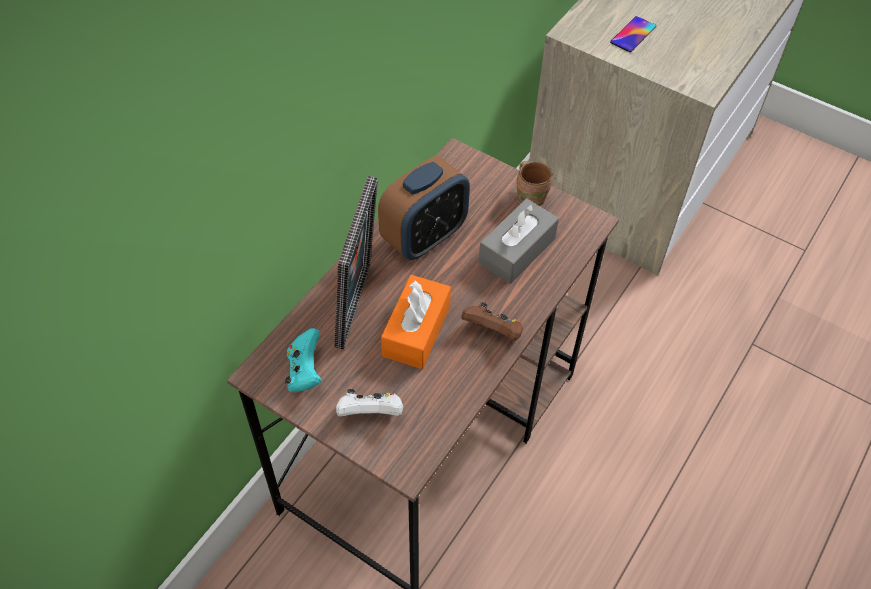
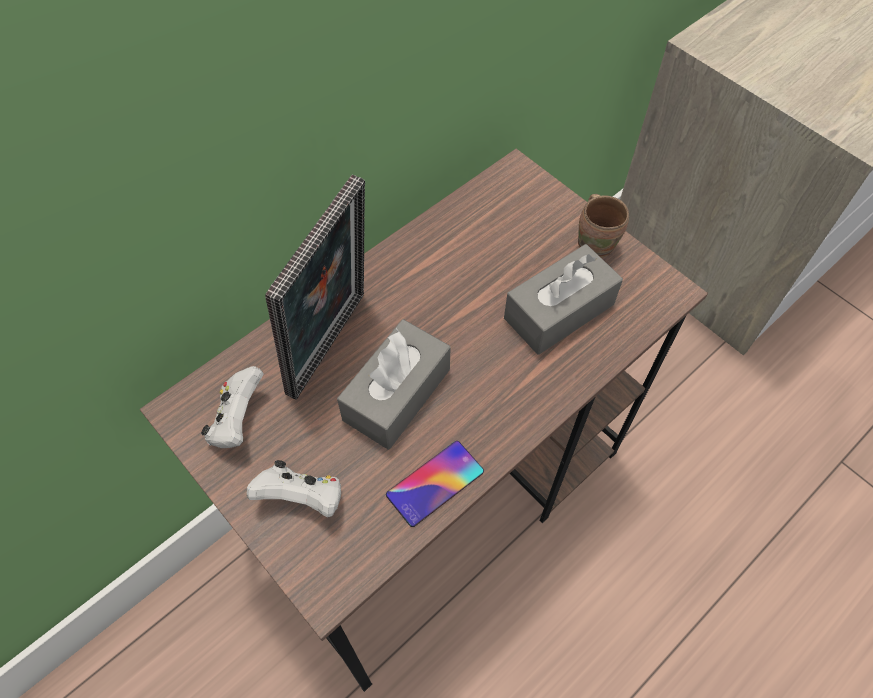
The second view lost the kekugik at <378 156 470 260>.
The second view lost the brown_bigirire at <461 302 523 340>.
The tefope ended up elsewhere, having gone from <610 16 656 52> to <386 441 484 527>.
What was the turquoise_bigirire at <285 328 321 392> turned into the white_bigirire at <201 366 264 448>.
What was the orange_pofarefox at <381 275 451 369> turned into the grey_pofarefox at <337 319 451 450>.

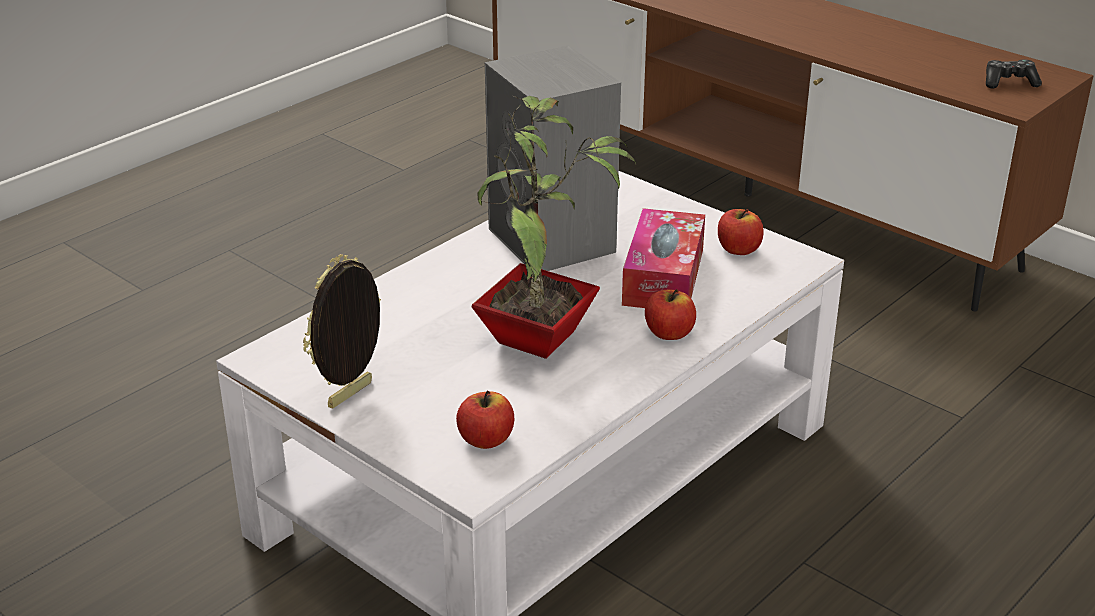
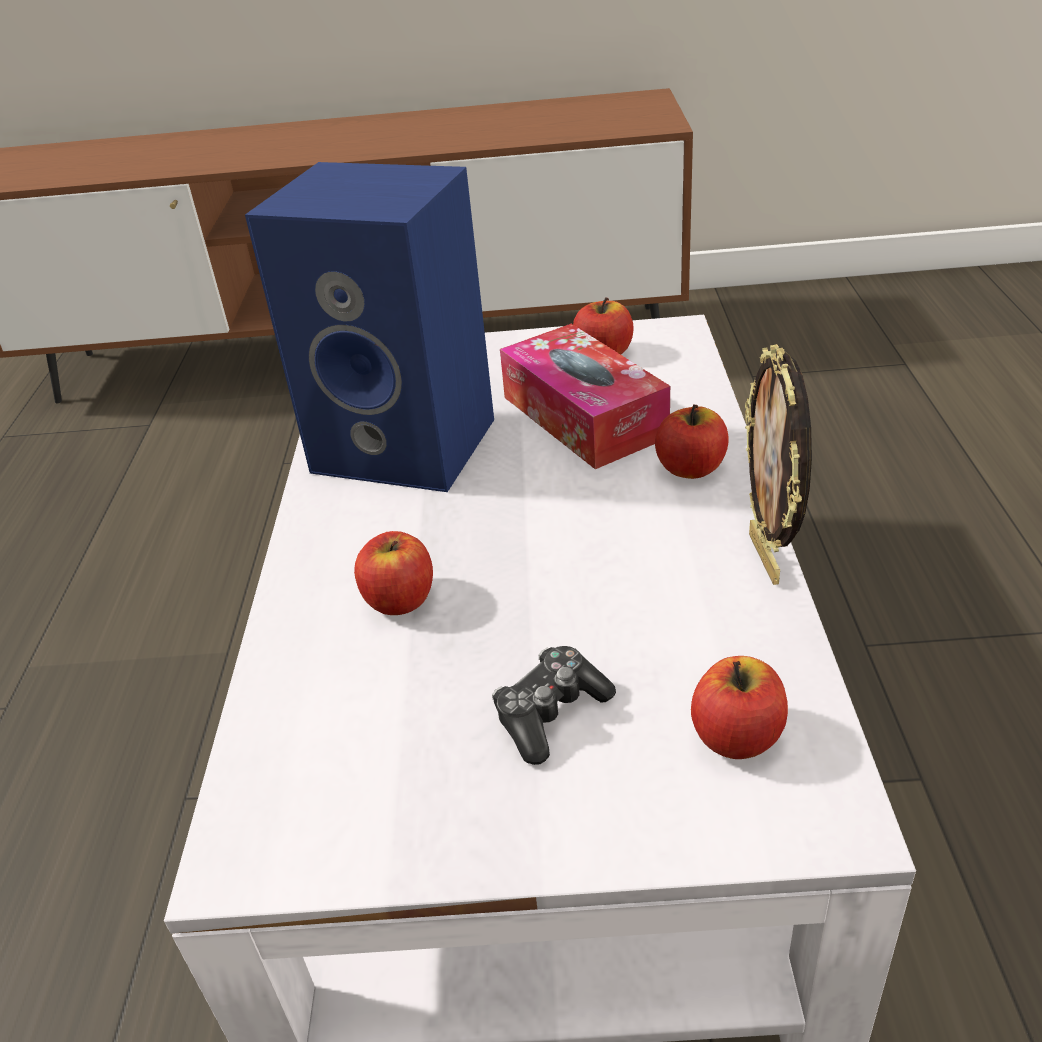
The second view lost the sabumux at <472 95 637 359>.
The second view gained the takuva at <354 531 433 615>.
The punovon ended up elsewhere, having gone from <303 254 381 409> to <745 344 812 585>.
The bigirire ended up elsewhere, having gone from <986 59 1042 89> to <492 646 616 765>.
What was the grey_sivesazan at <485 46 621 271> turned into the blue_sivesazan at <245 162 494 492>.

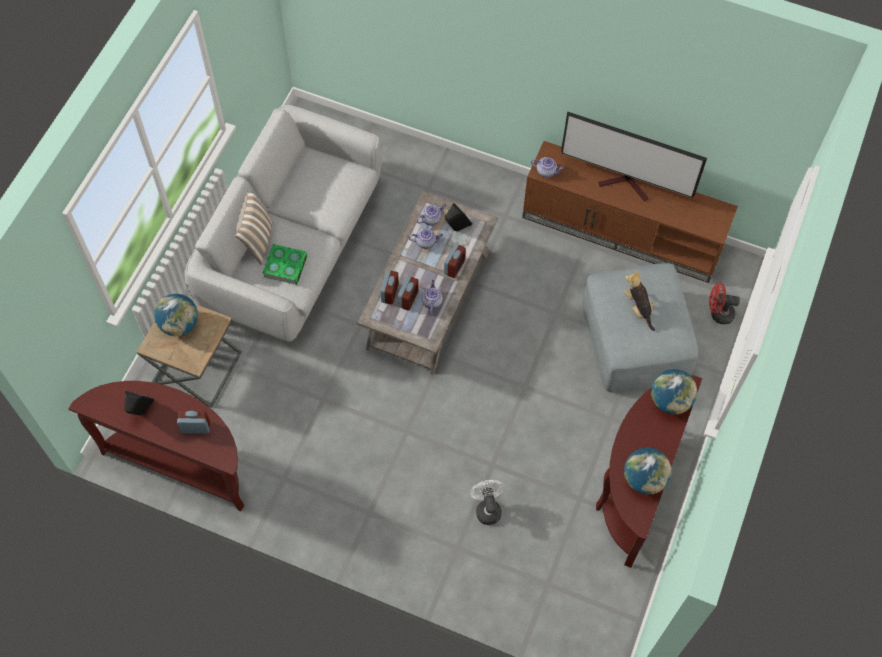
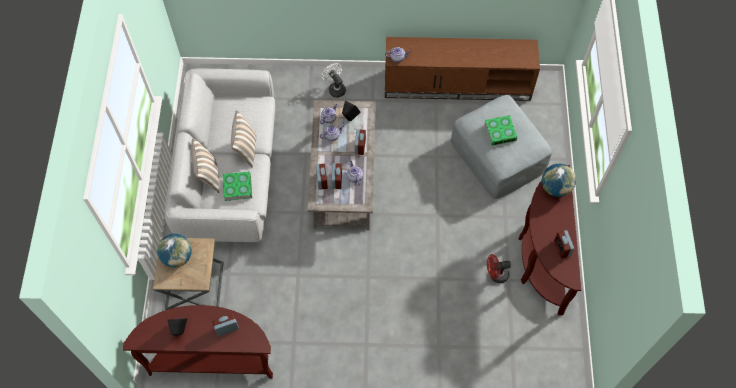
The second view lost the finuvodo at <561 111 707 201>.
The second view gained the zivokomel at <231 110 256 168>.
The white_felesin ended up elsewhere, having gone from <470 480 504 525> to <322 63 346 98>.
The red_felesin ended up elsewhere, having gone from <709 282 740 325> to <487 254 511 283>.
Where the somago stood at <624 448 671 494>, the kekugik came to stand at <554 230 574 259>.
Where the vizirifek stood at <625 270 655 331>, the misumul came to stand at <485 115 517 145>.

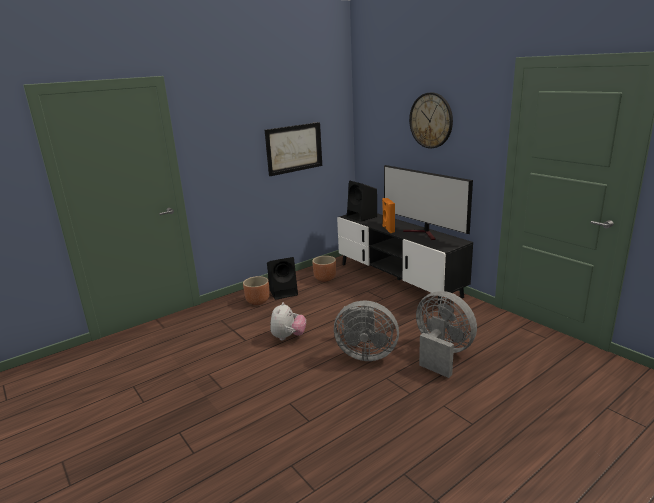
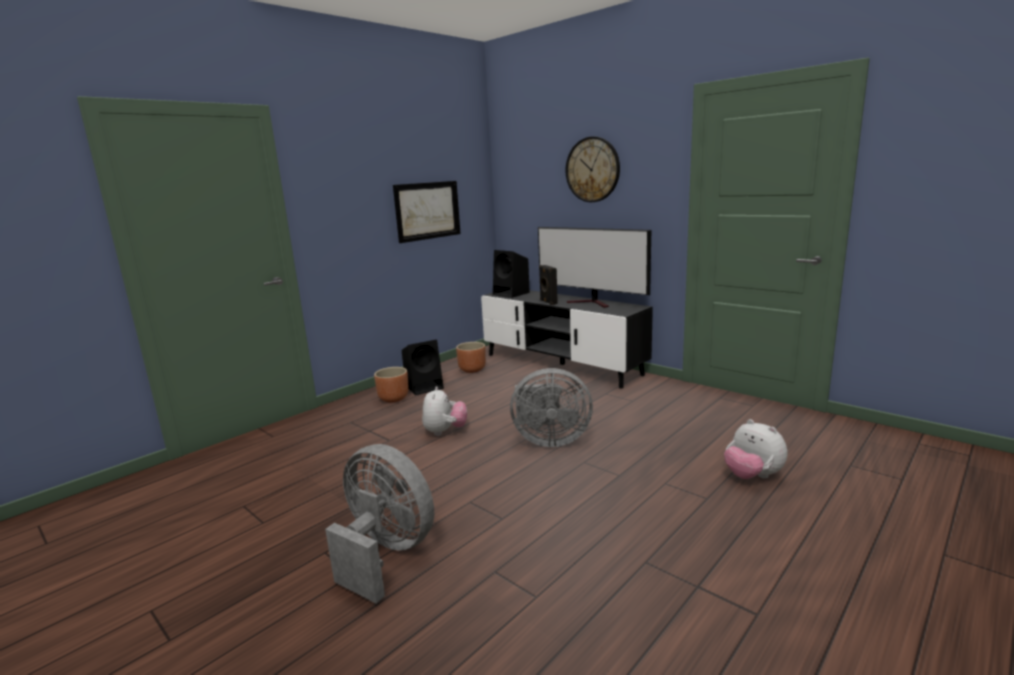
The second view gained the vizirifek at <724 419 787 479>.
The grey_felesin ended up elsewhere, having gone from <416 291 477 378> to <325 444 434 604>.
What was the orange_sivesazan at <382 198 395 233> turned into the black_sivesazan at <539 265 558 305>.

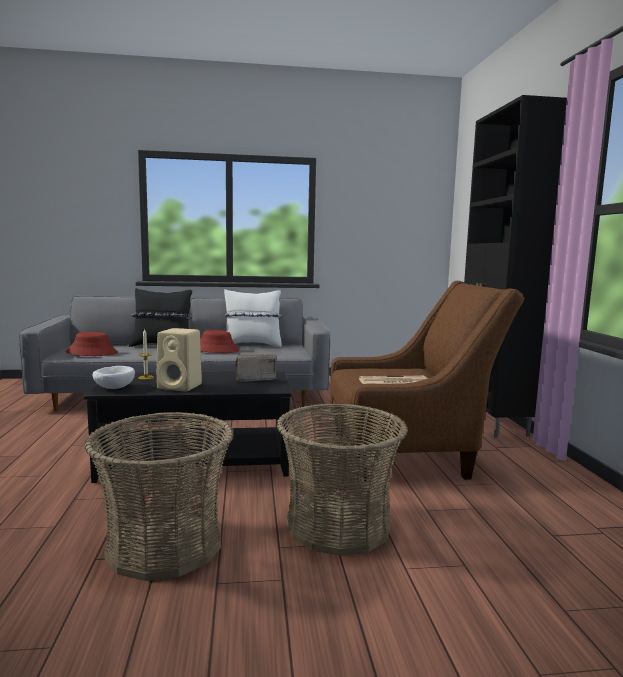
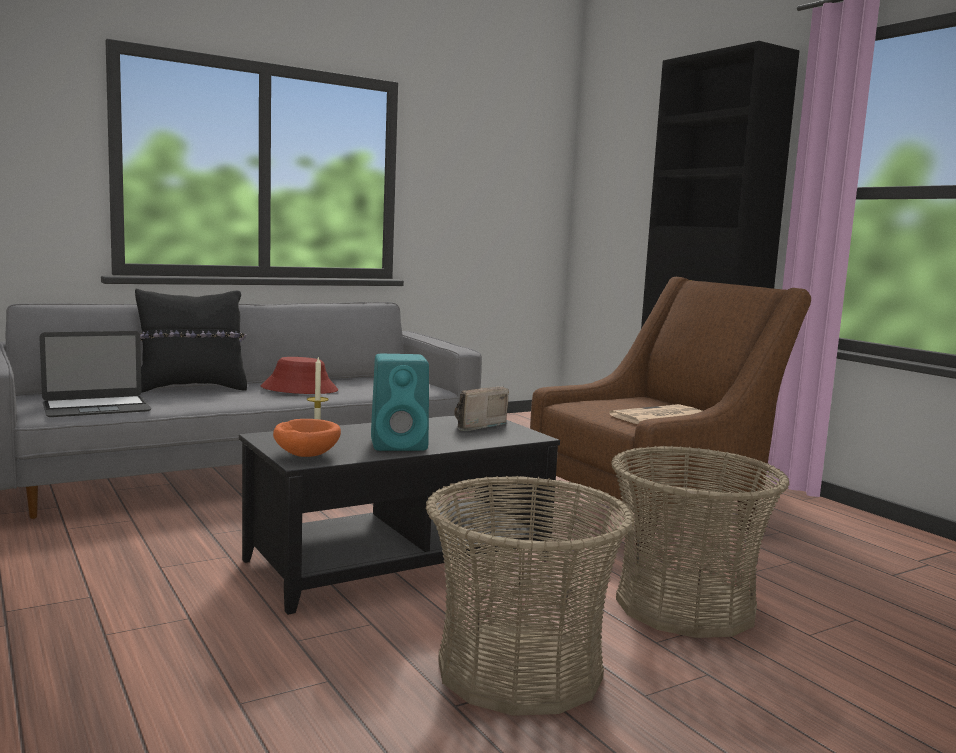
The second view lost the white_zivokomel at <224 289 282 347>.
Where the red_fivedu stood at <66 332 118 356>, the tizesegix came to stand at <39 331 152 417>.
What was the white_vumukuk at <92 366 135 389> turned into the orange_vumukuk at <273 419 341 457>.
What was the beige_sivesazan at <156 328 202 392> turned into the turquoise_sivesazan at <371 354 429 451>.

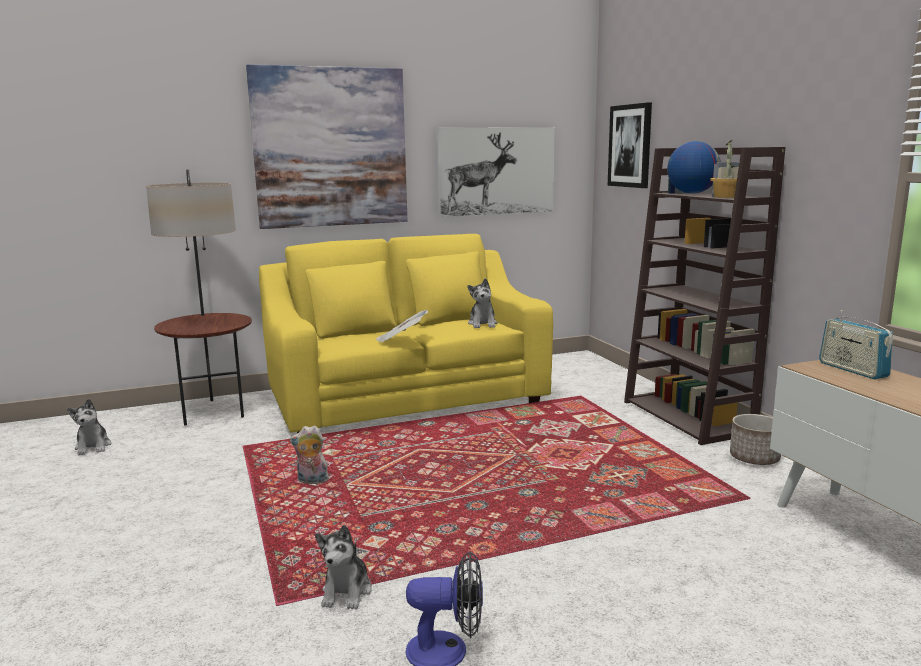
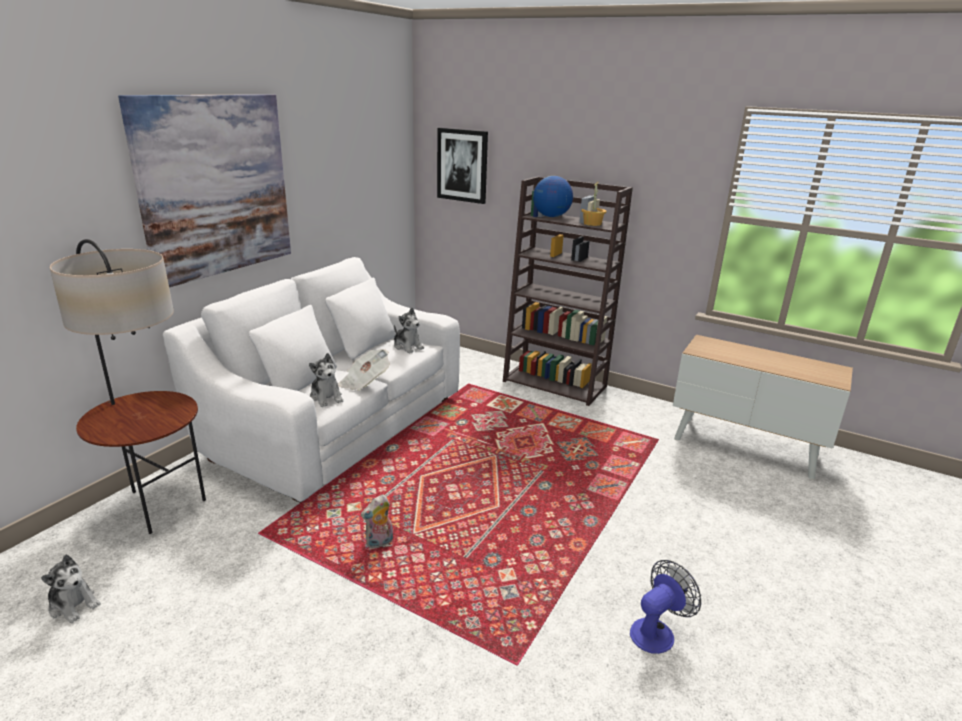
The second view lost the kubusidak at <437 127 555 217>.
The second view lost the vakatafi at <730 414 781 465>.
The second view lost the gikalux at <819 310 893 380>.
The vizirifek ended up elsewhere, having gone from <315 525 372 609> to <309 353 343 407>.
What was the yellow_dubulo at <259 234 553 434> turned into the white_dubulo at <163 257 460 503>.

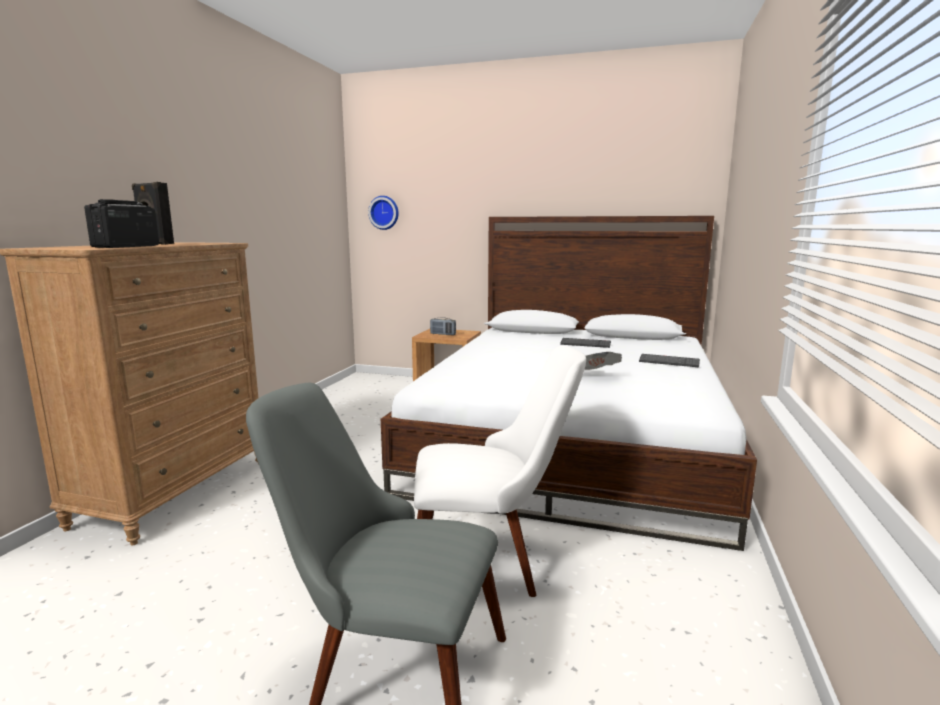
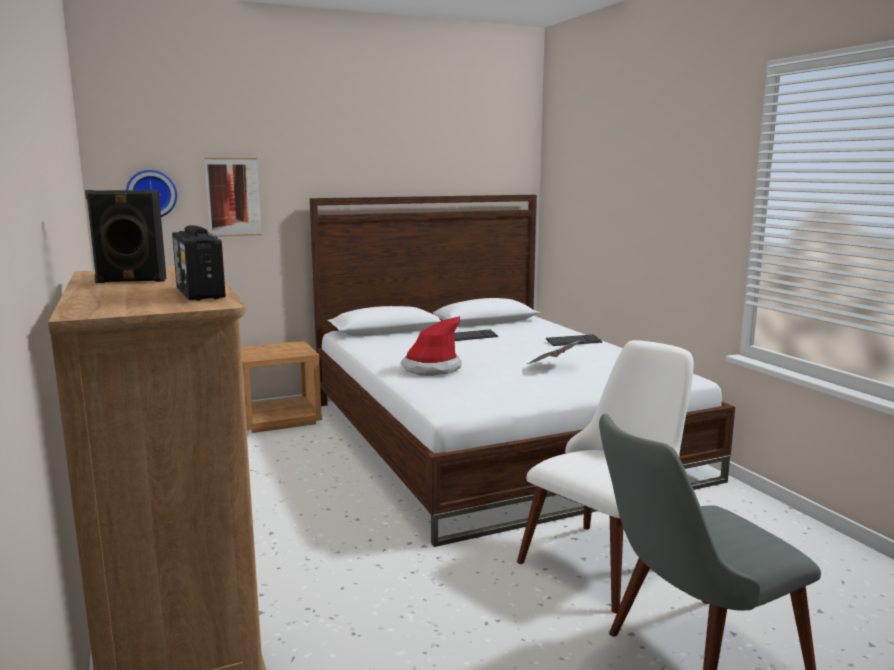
The second view lost the gikalux at <430 317 456 335>.
The second view gained the kubusidak at <205 158 262 237>.
The second view gained the fivedu at <400 316 462 376>.

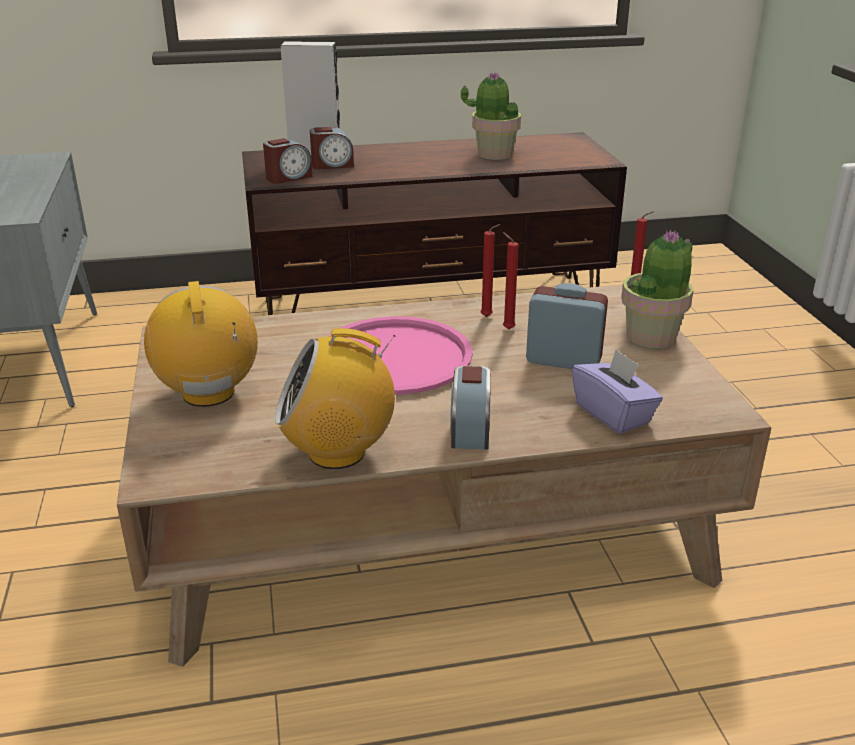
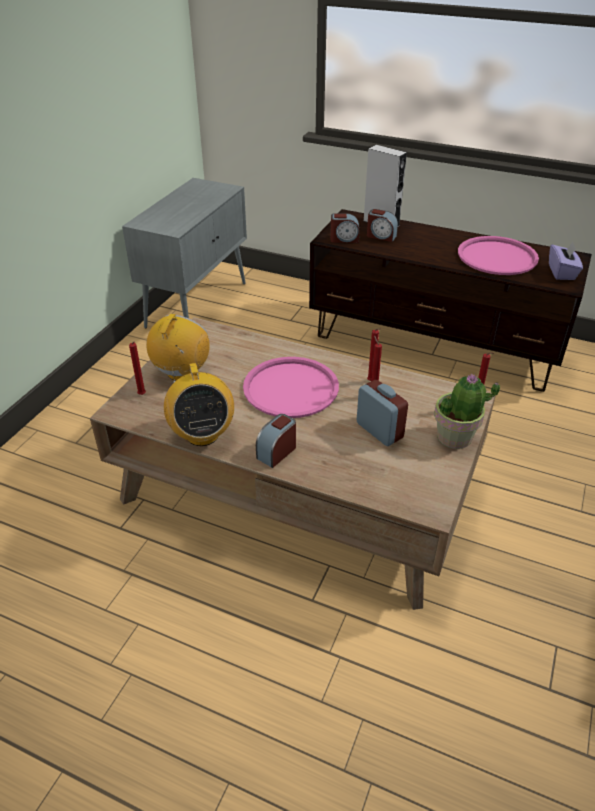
The second view gained the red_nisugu at <129 342 146 395>.
The purple_pofarefox ended up elsewhere, having gone from <572 349 663 434> to <549 242 583 280>.
Where the sabumux stood at <461 72 521 160>, the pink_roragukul came to stand at <458 236 539 275>.
The gikalux at <275 328 396 469> ended up facing another way, 135 degrees counterclockwise from before.

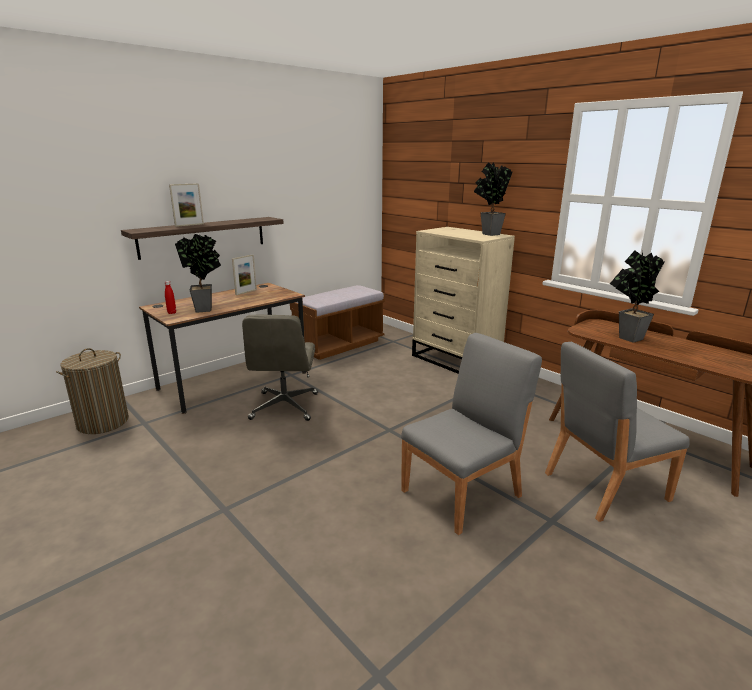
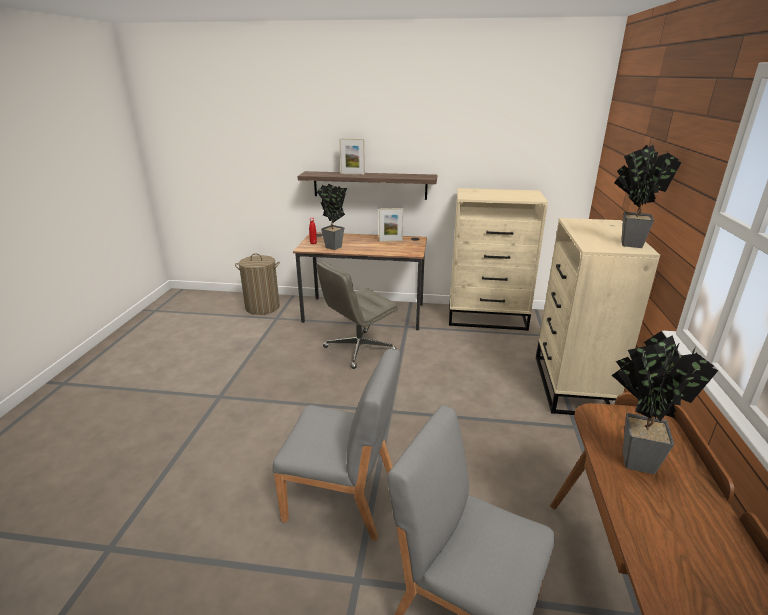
Where the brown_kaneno stood at <290 285 385 360>, the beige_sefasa came to stand at <449 188 548 331>.

